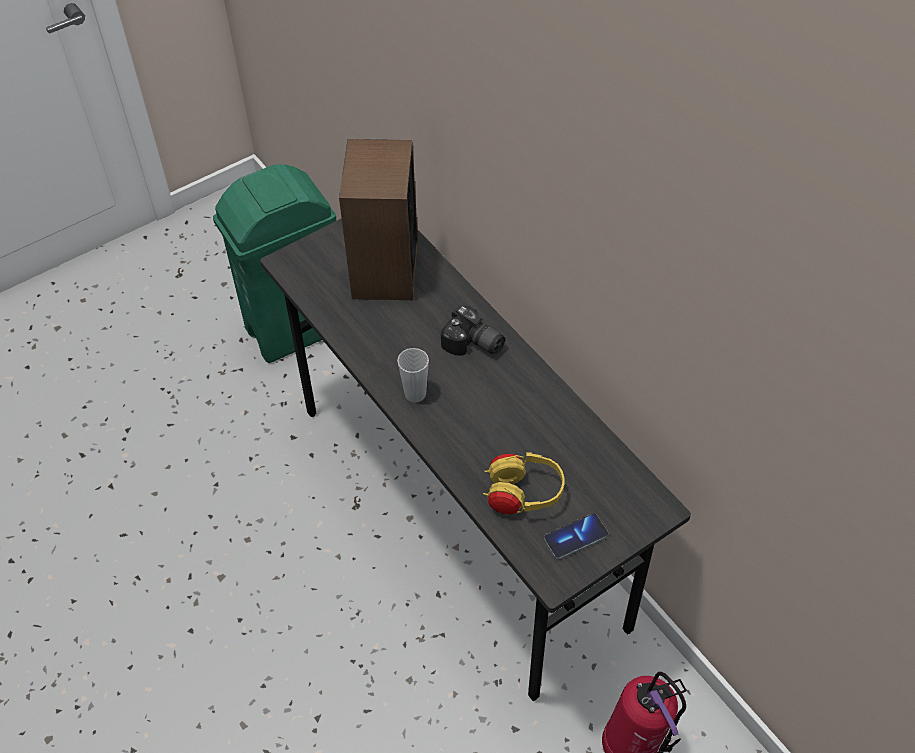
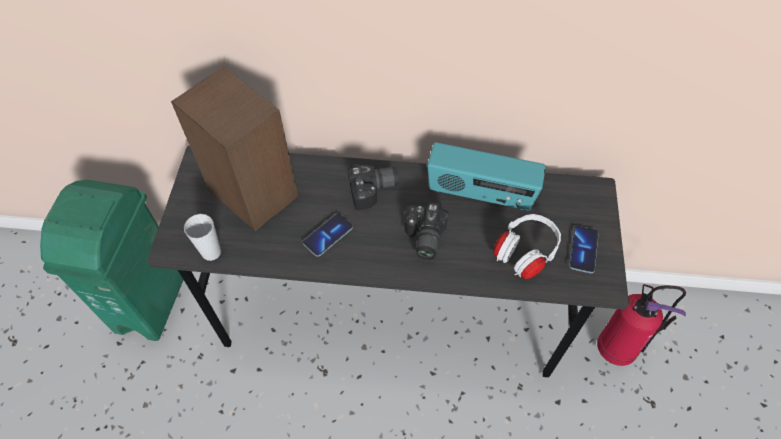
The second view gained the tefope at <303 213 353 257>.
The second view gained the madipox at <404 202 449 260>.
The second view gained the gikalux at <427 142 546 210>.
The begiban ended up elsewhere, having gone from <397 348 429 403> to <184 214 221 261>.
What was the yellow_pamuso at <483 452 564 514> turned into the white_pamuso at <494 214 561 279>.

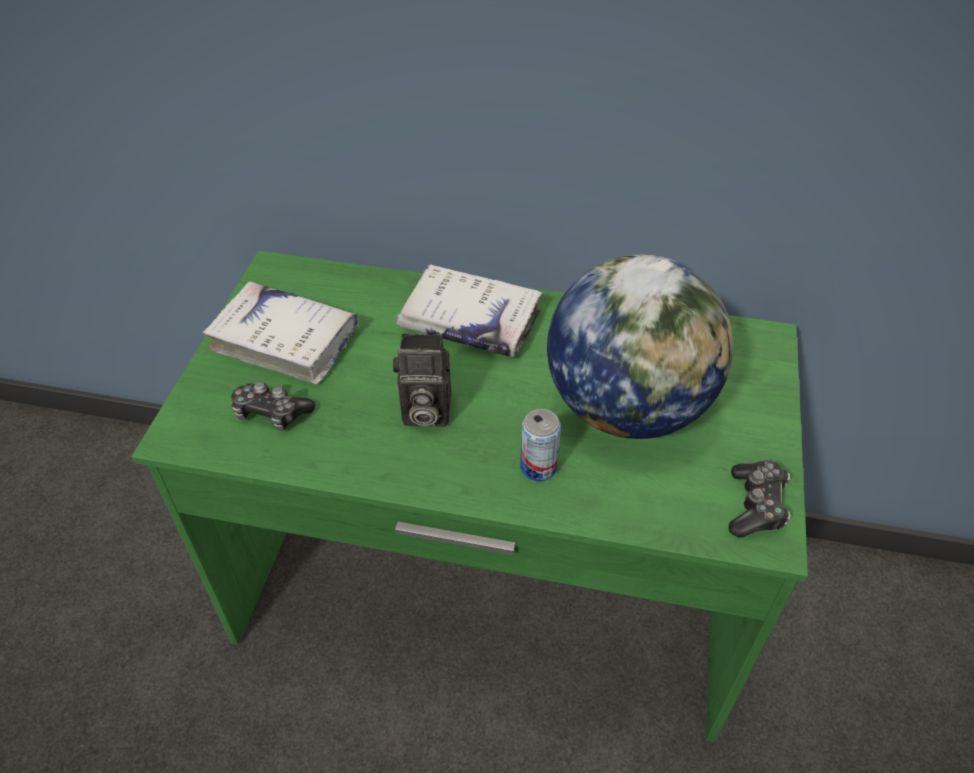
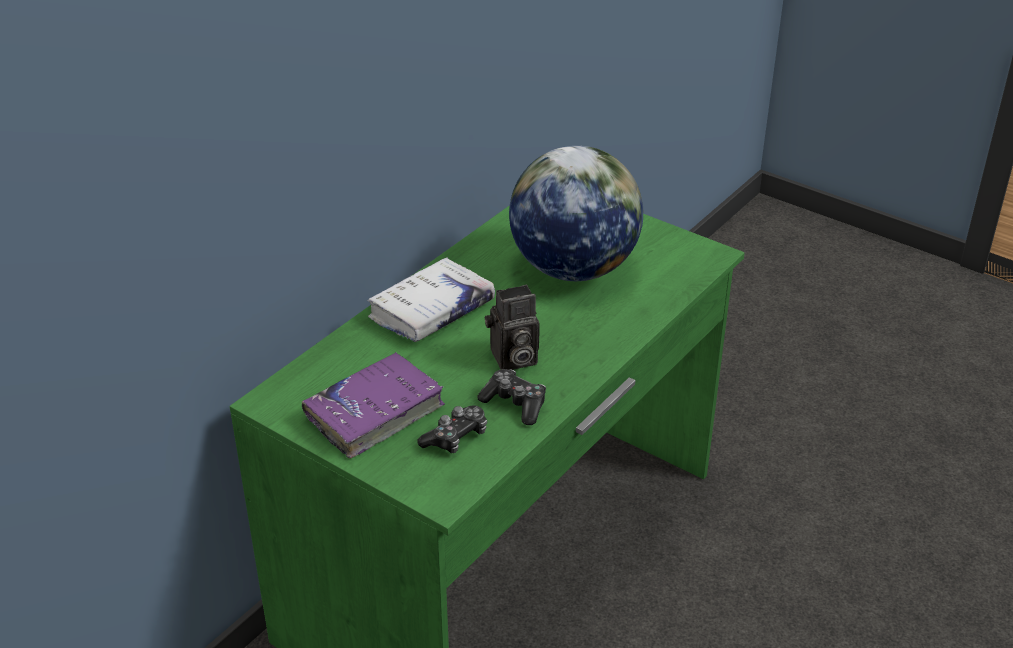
The second view lost the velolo at <520 409 561 481>.
The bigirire ended up elsewhere, having gone from <728 460 791 538> to <478 369 546 425>.
What was the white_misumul at <202 281 359 385> turned into the purple_misumul at <302 352 445 458>.
The madipox at <393 333 451 427> ended up facing another way, 45 degrees clockwise from before.

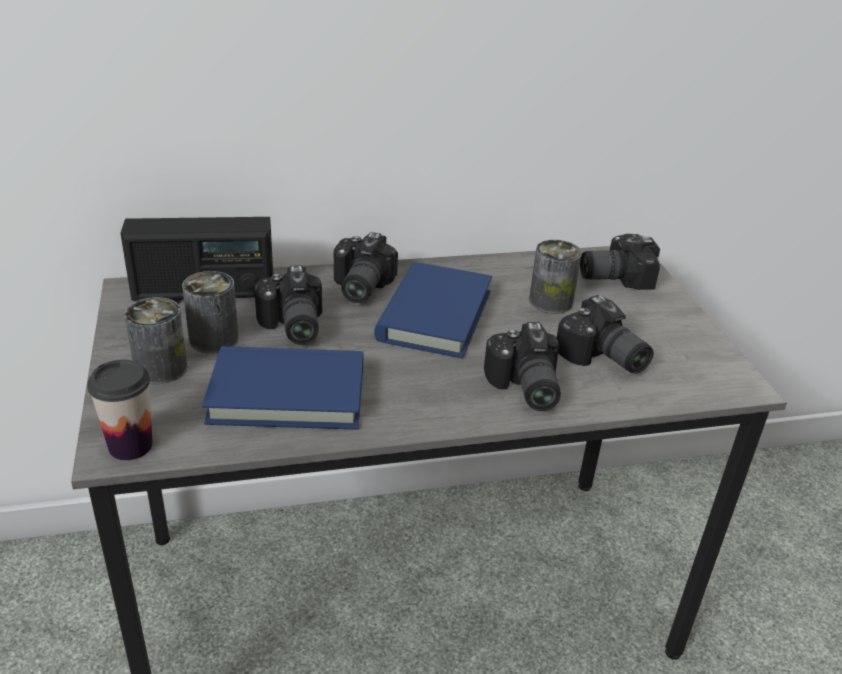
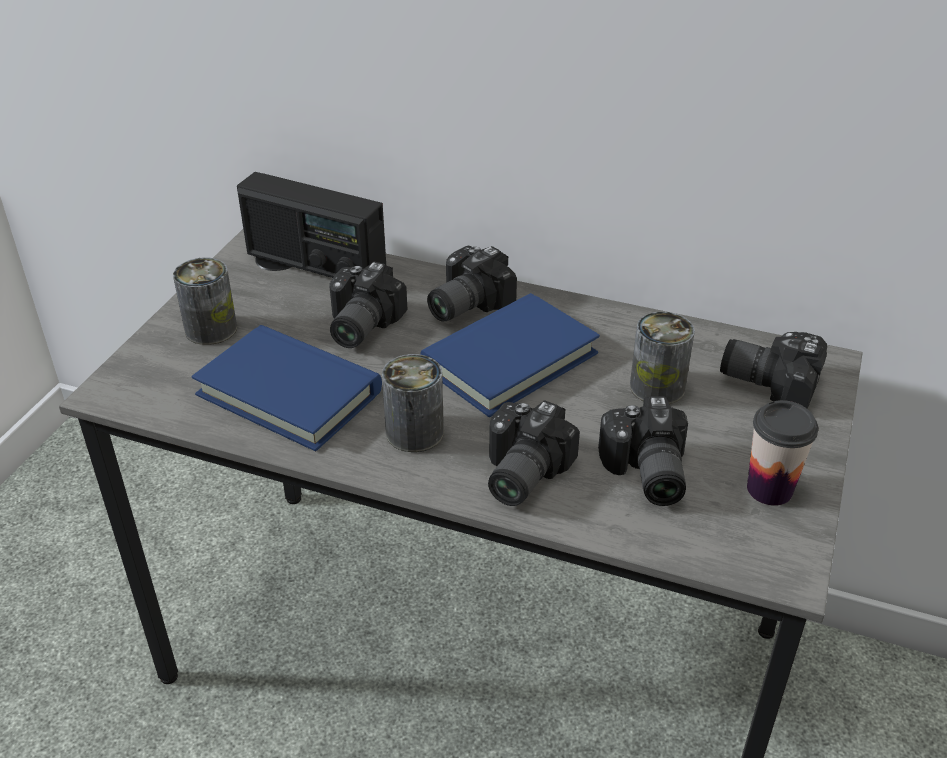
The begiban ended up elsewhere, having gone from <87 360 153 460> to <747 400 818 506>.
The velolo ended up elsewhere, having gone from <182 271 239 353> to <382 354 444 452>.

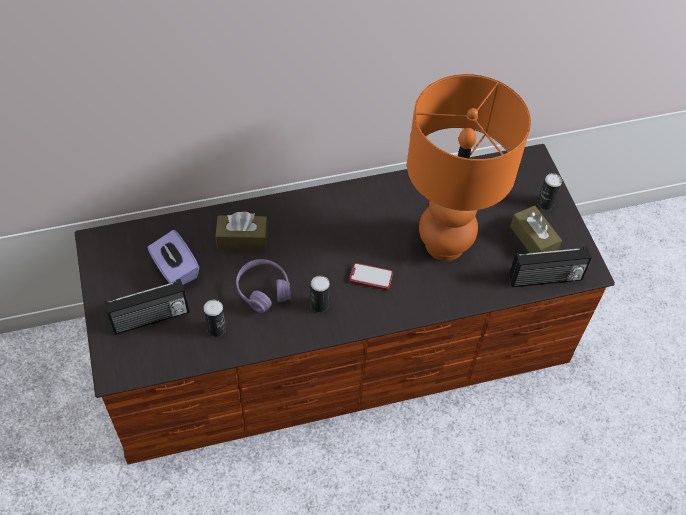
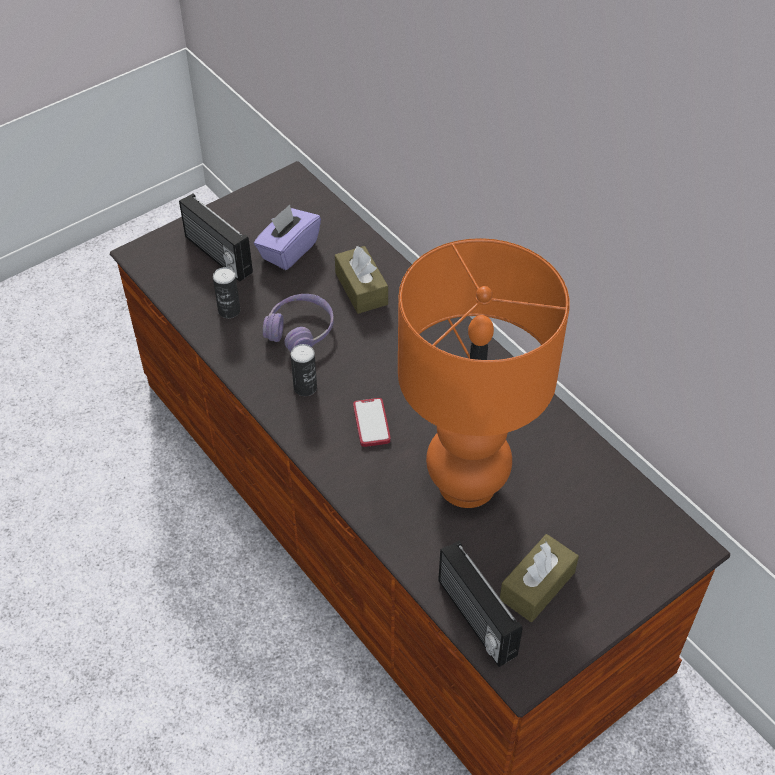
The second view lost the velolo at <537 173 562 210>.

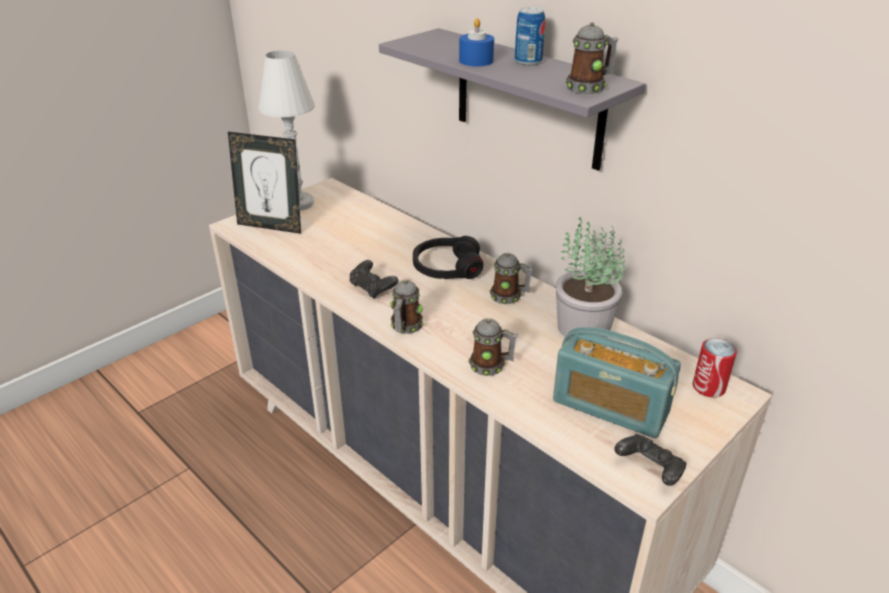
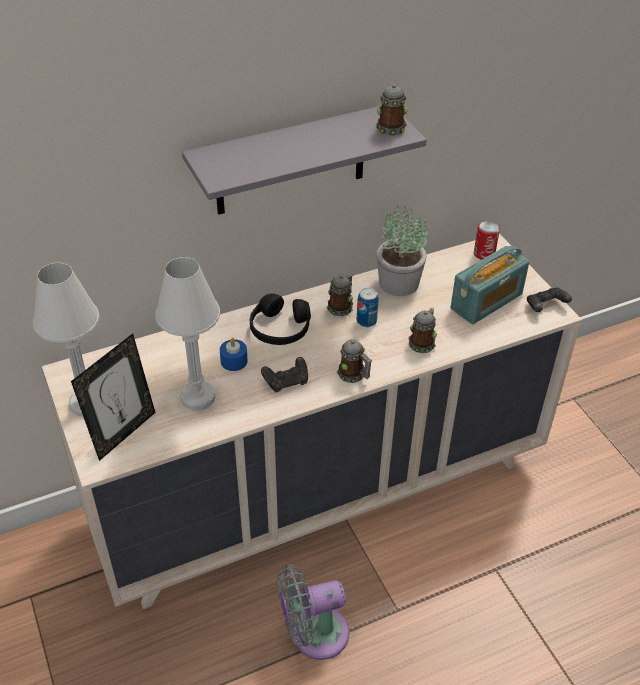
The second view gained the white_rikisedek at <156 257 220 410>.
The second view gained the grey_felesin at <277 564 349 660>.
The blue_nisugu ended up elsewhere, having gone from <459 18 494 66> to <220 338 248 371>.
The velolo ended up elsewhere, having gone from <515 7 545 65> to <357 288 379 327>.

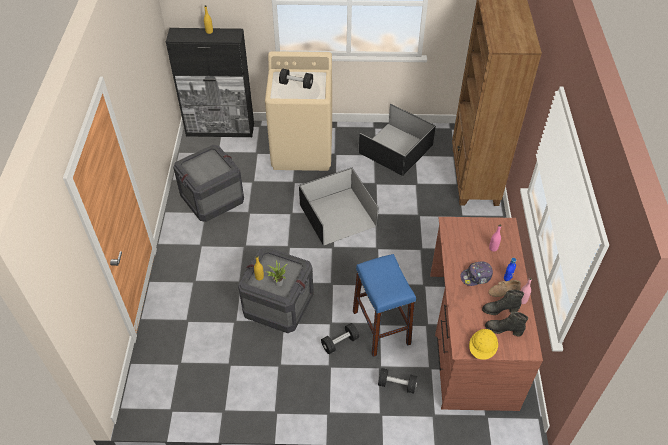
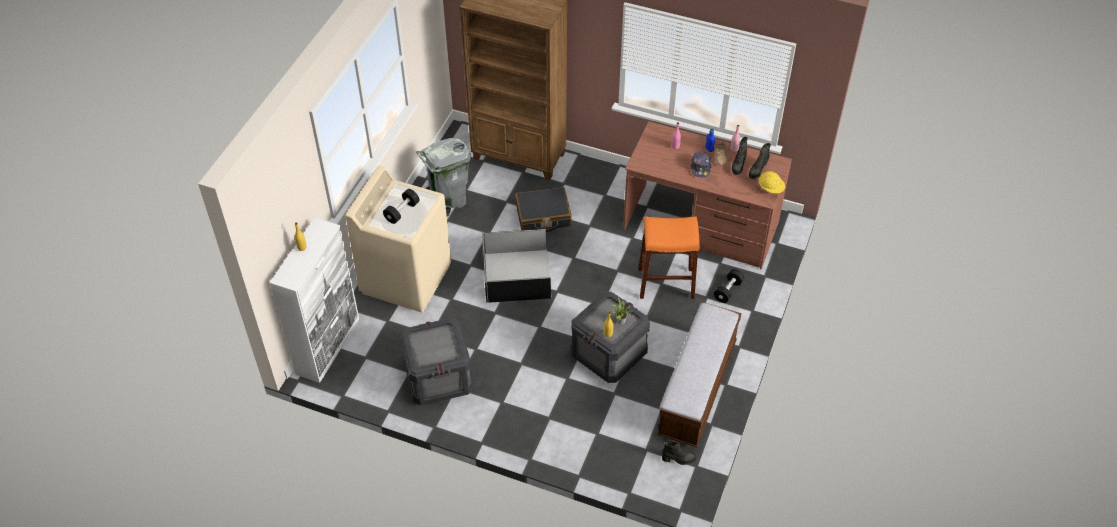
The second view lost the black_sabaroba at <321 323 360 354>.
The second view gained the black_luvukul at <515 187 572 232>.
The second view gained the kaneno at <657 302 742 447>.
The second view gained the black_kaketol at <662 441 697 465>.
Where the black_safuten stood at <359 104 436 176>, the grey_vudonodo came to stand at <416 138 471 217>.
What was the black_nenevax at <166 28 254 137> turned into the white_nenevax at <270 218 359 383>.
What was the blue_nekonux at <353 254 416 357> turned into the orange_nekonux at <638 216 700 299>.

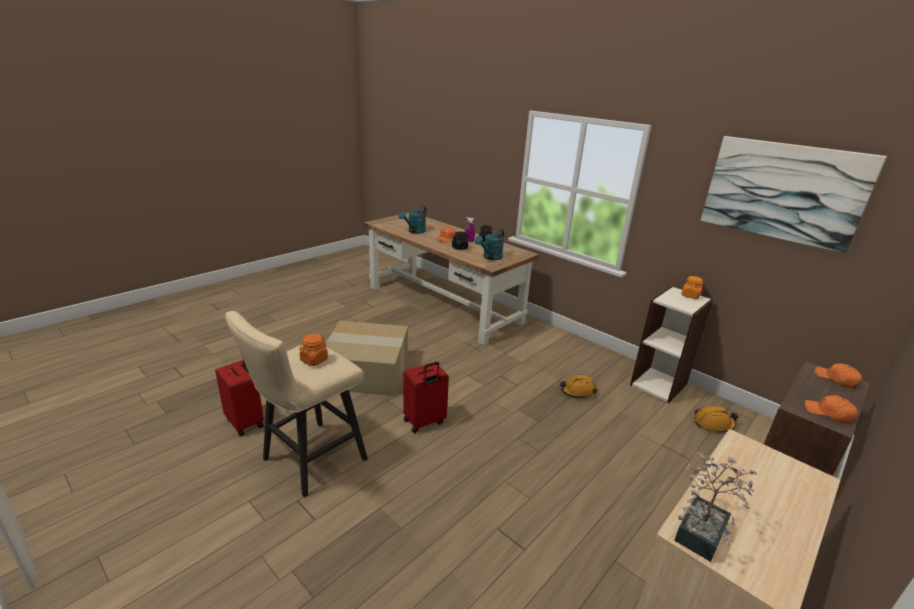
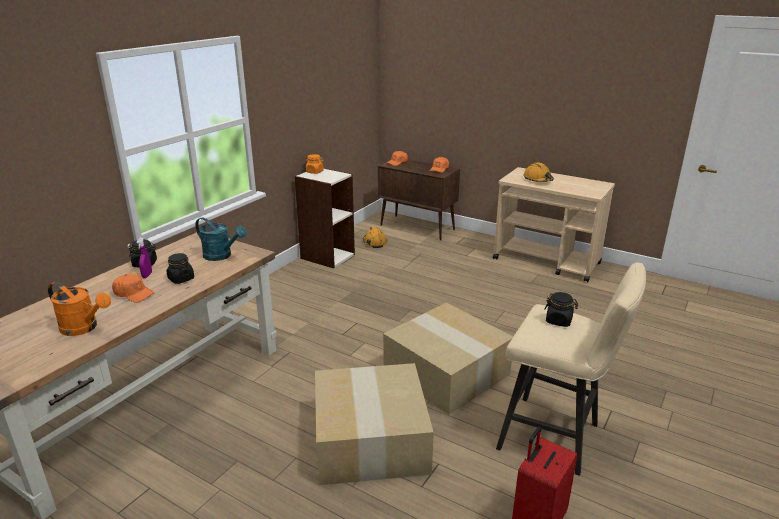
The second view lost the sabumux at <674 451 757 562>.
The second view lost the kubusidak at <701 136 887 254>.
The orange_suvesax ended up elsewhere, having gone from <560 374 597 399> to <523 162 554 182>.
Where the red_luvukul stood at <404 362 449 433>, the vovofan came to stand at <383 303 513 415>.
What was the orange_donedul at <299 334 328 366> turned into the black_donedul at <544 292 578 327>.
What was the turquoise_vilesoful at <399 206 426 234> turned into the orange_vilesoful at <48 282 111 336>.

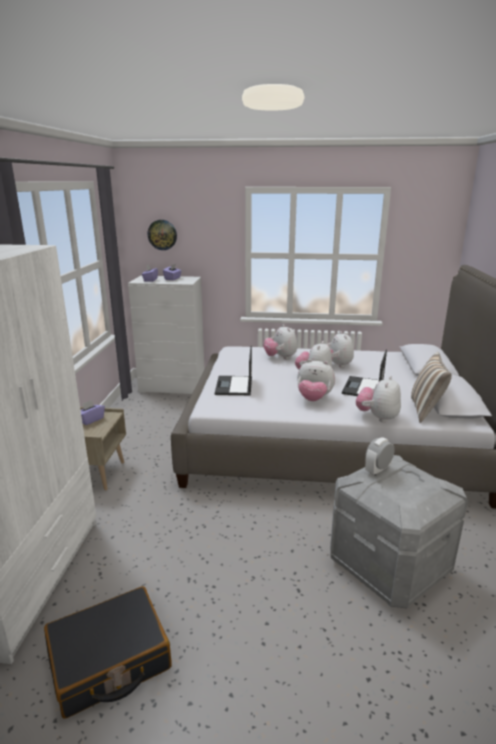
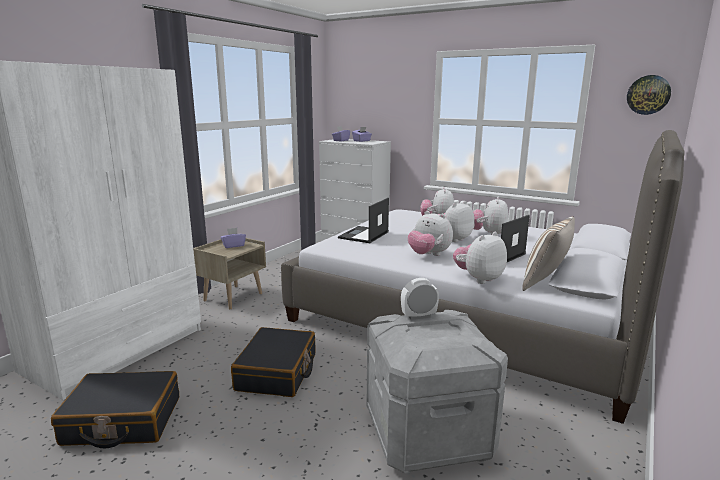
The second view gained the black_luvukul at <231 327 316 397>.
The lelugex ended up elsewhere, having gone from <148 220 177 250> to <627 75 671 115>.

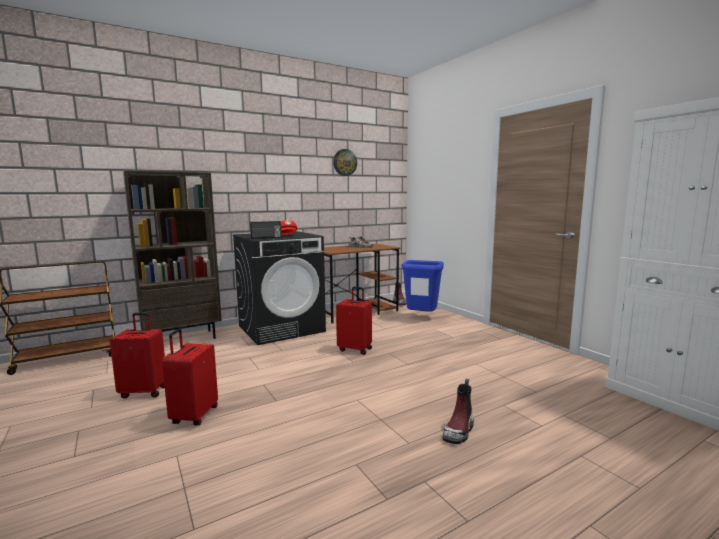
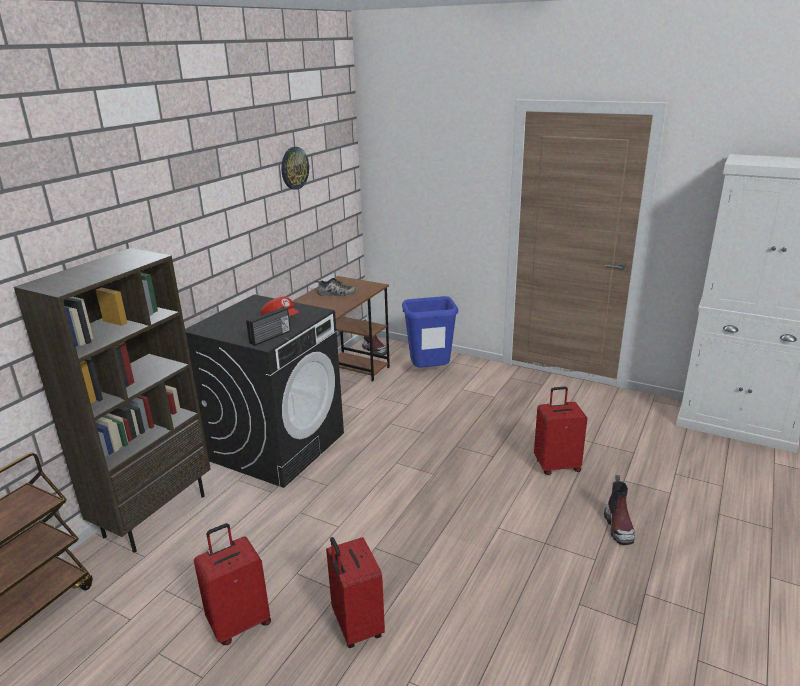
The red_luvukul ended up elsewhere, having gone from <336 287 372 355> to <534 387 587 475>.

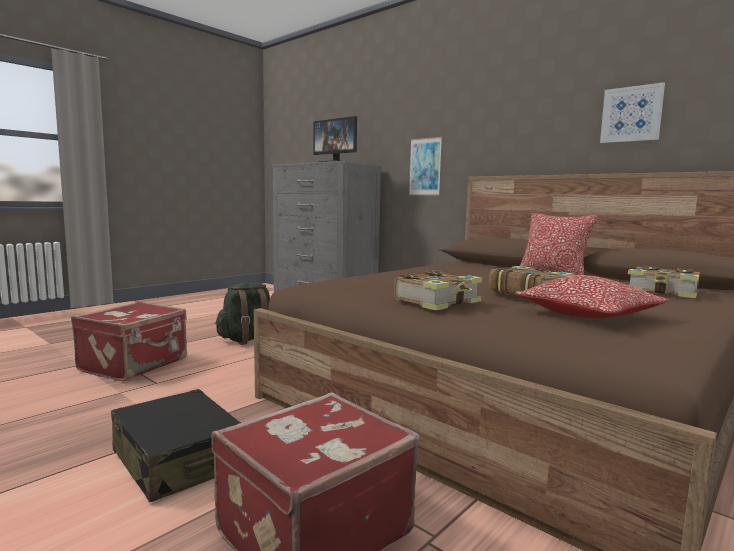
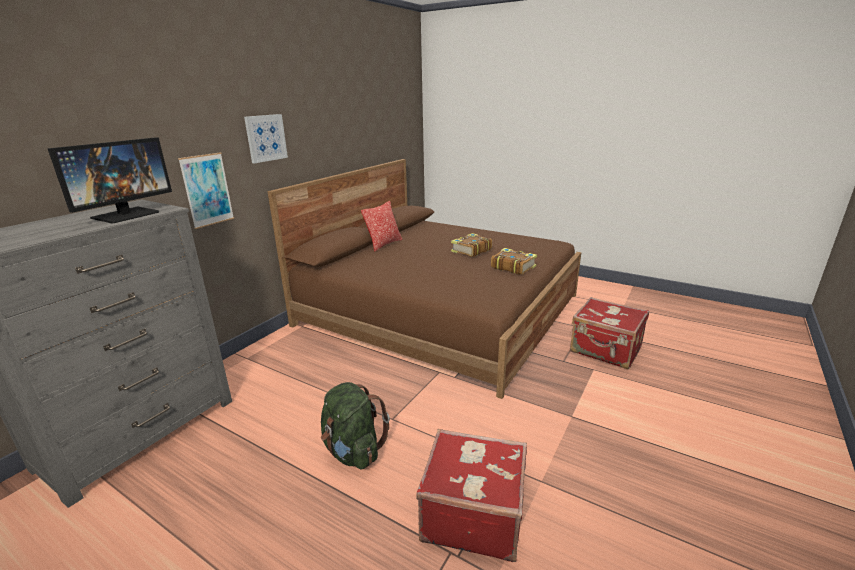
The second view lost the black_luvukul at <111 389 242 502>.
The second view lost the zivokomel at <515 275 669 319>.
The second view lost the misumul at <628 266 700 298>.
The kubusidak ended up elsewhere, having gone from <600 82 665 143> to <244 114 288 163>.

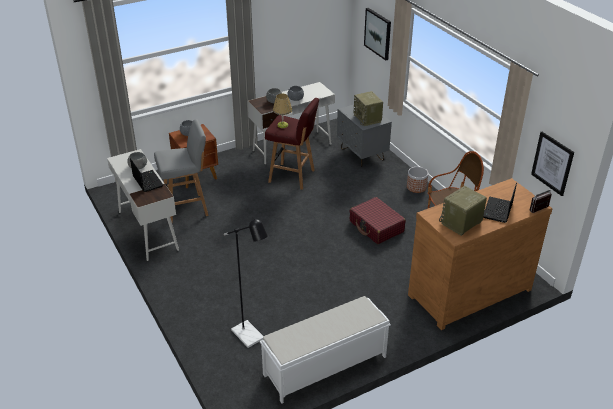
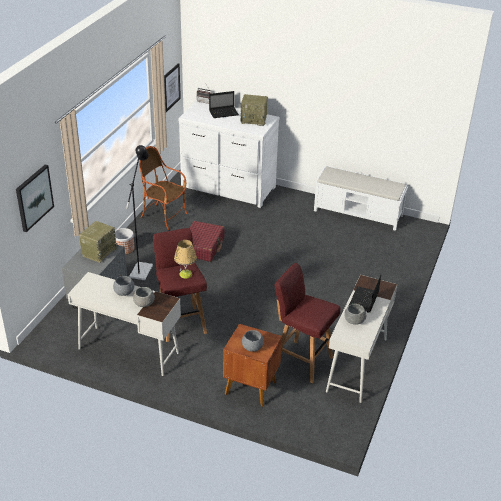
The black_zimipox ended up elsewhere, having gone from <224 217 268 348> to <126 145 153 280>.
What was the grey_nekonux at <154 119 209 223> turned into the red_nekonux at <274 263 340 383>.
What was the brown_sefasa at <408 178 552 330> turned into the white_sefasa at <179 101 279 208>.

